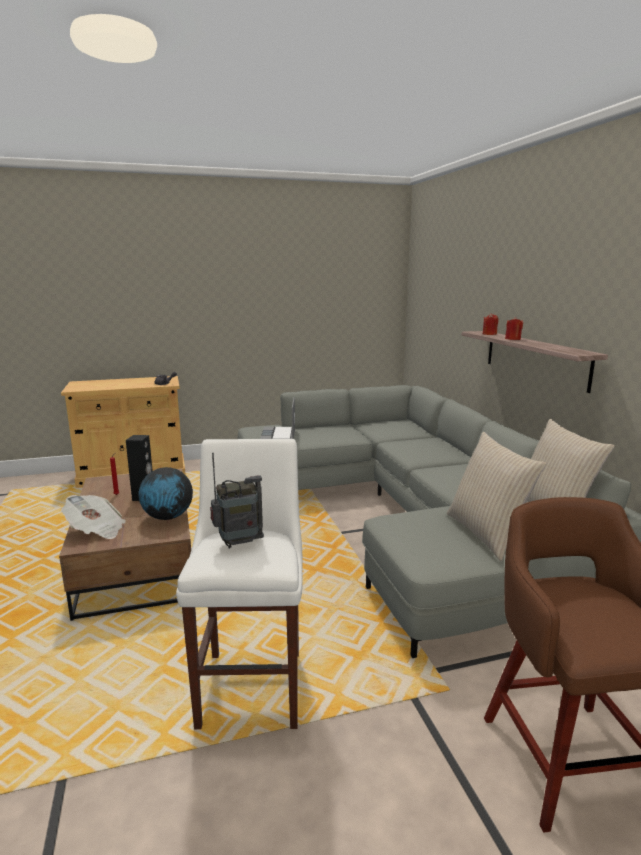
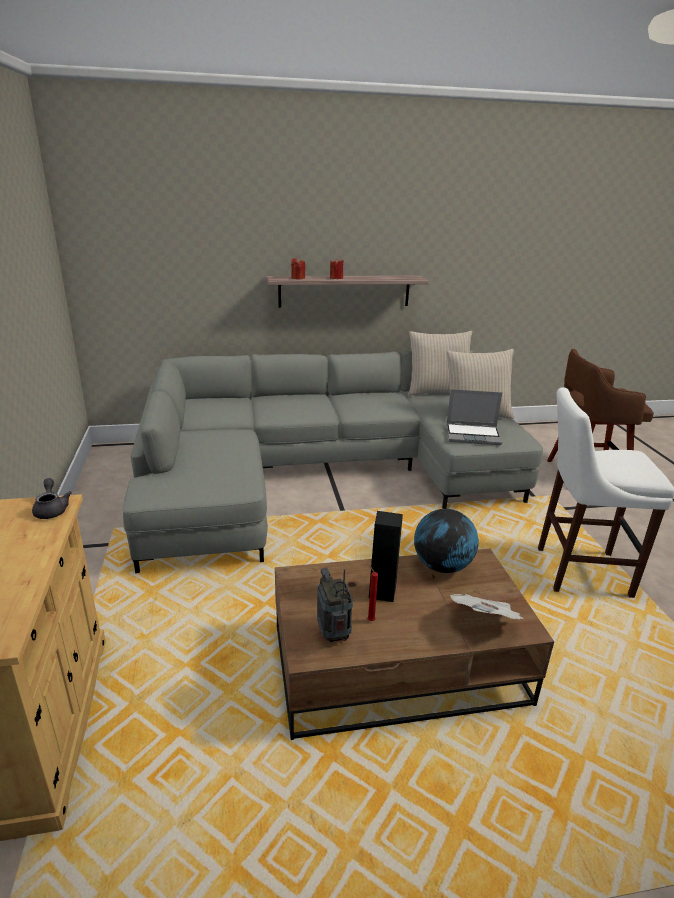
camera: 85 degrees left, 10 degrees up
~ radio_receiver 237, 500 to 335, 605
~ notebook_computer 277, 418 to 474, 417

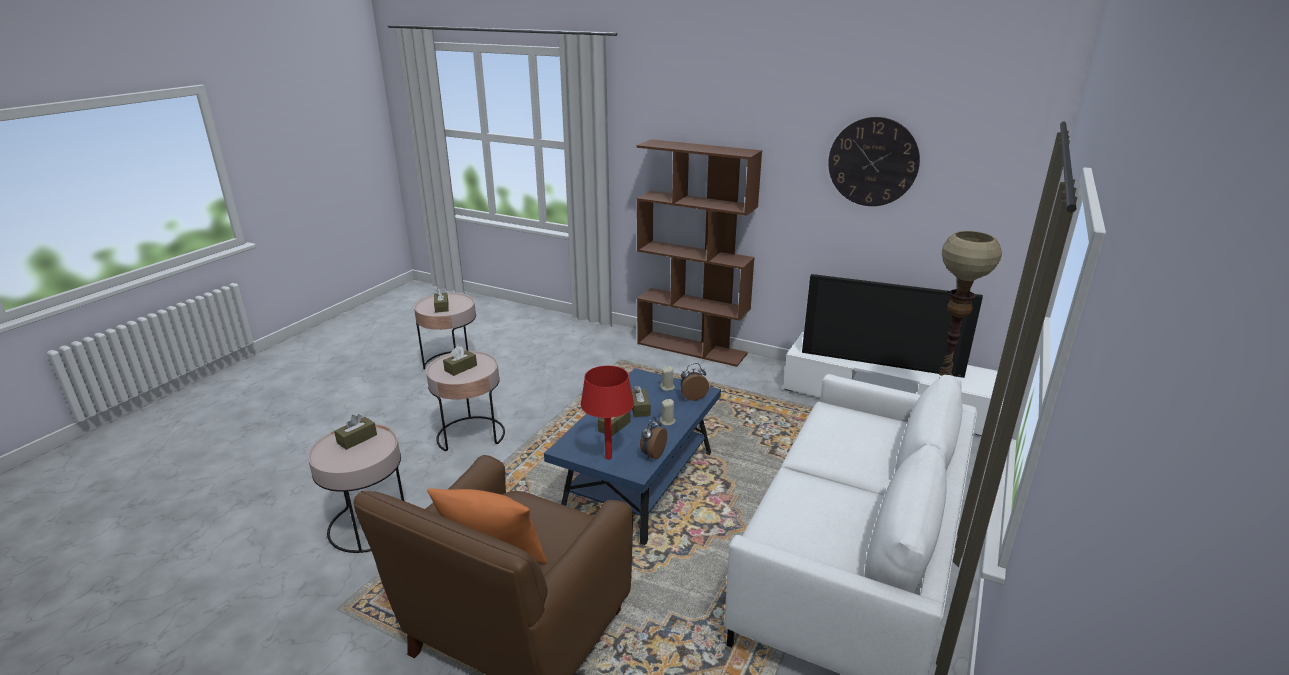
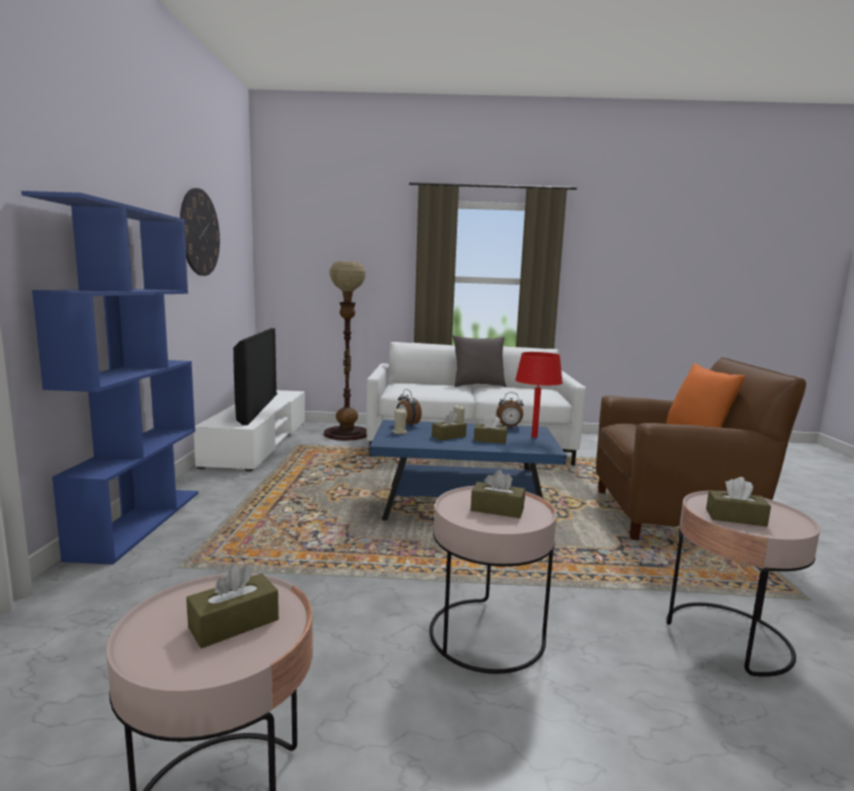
camera: 115 degrees left, 15 degrees down
~ brown-coloured_bookshelf 699, 253 to bluish_bookshelf 110, 378
+ greyish_cushion 480, 361

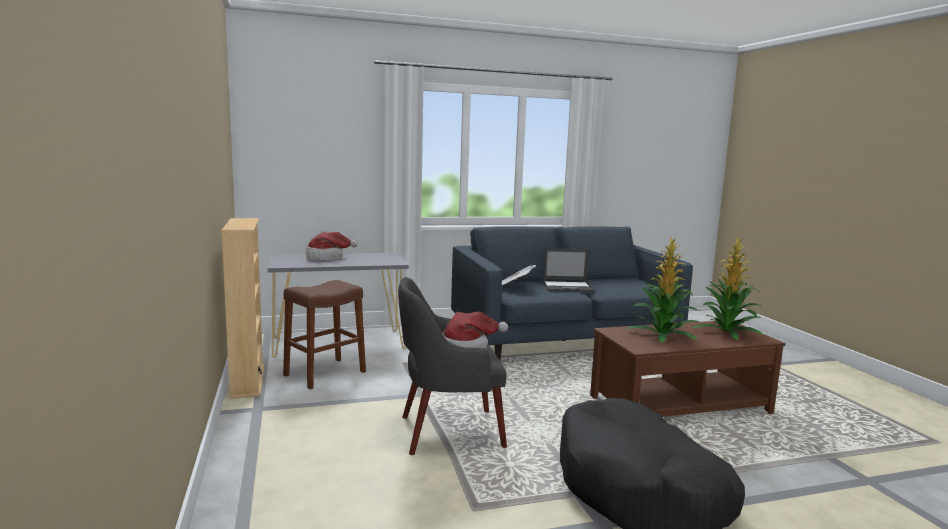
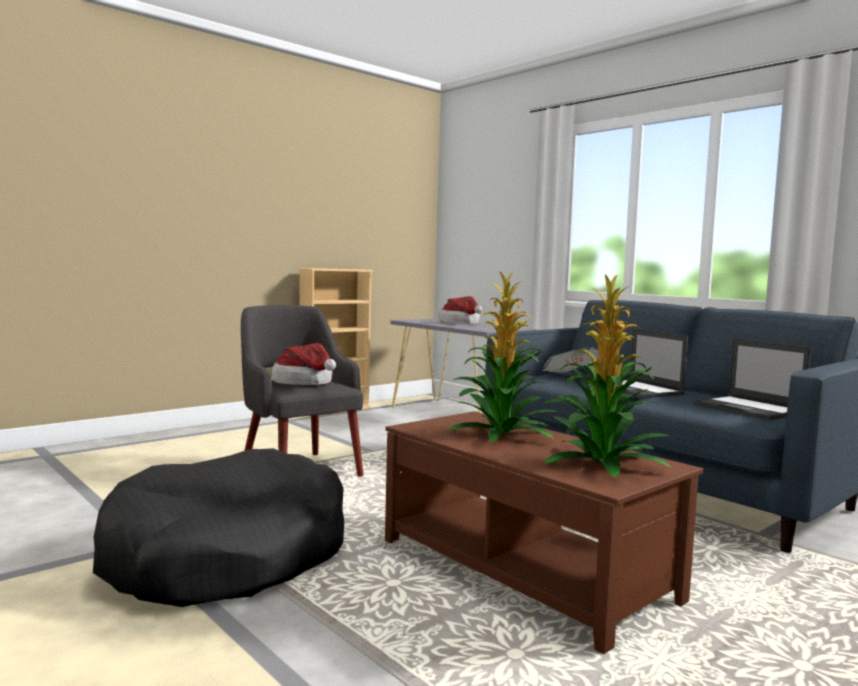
camera: 65 degrees right, 5 degrees down
+ notebook_computer 752, 379
- brown-coloured_stool 324, 334

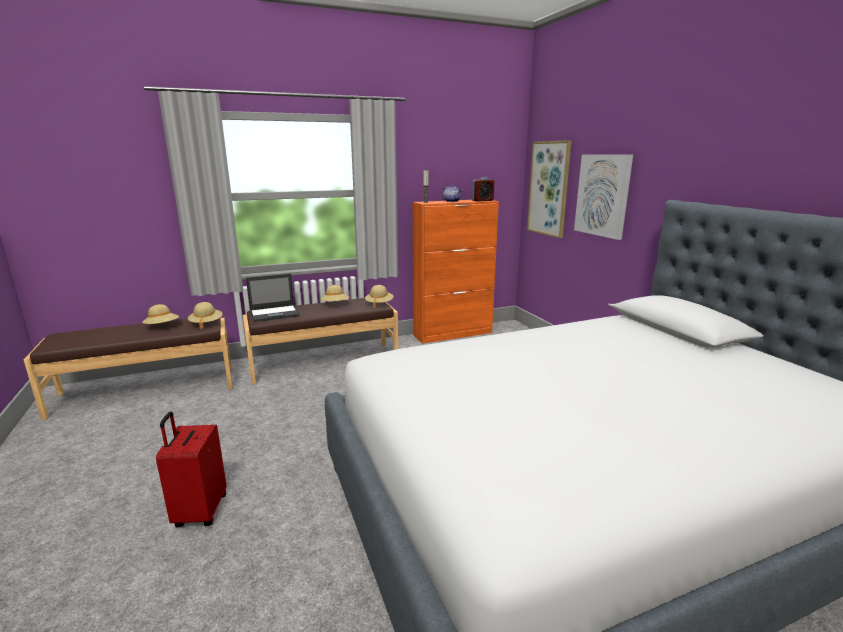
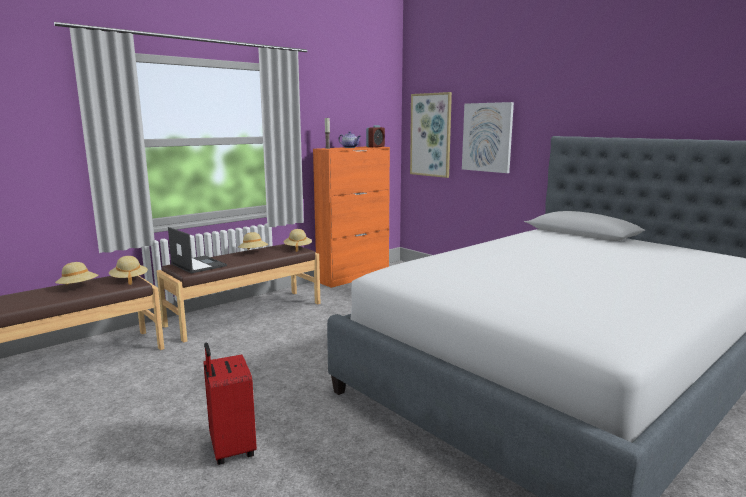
camera: 20 degrees left, 5 degrees down
~ notebook_computer 273, 298 = 197, 250 90 degrees counterclockwise

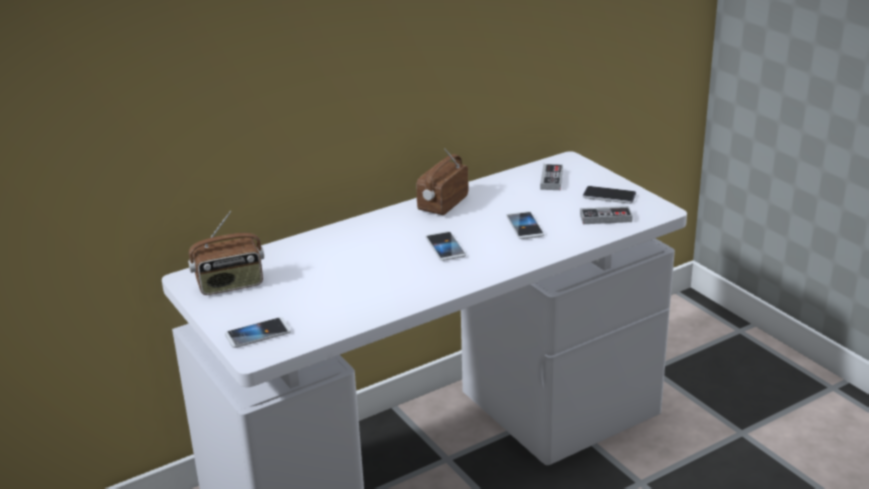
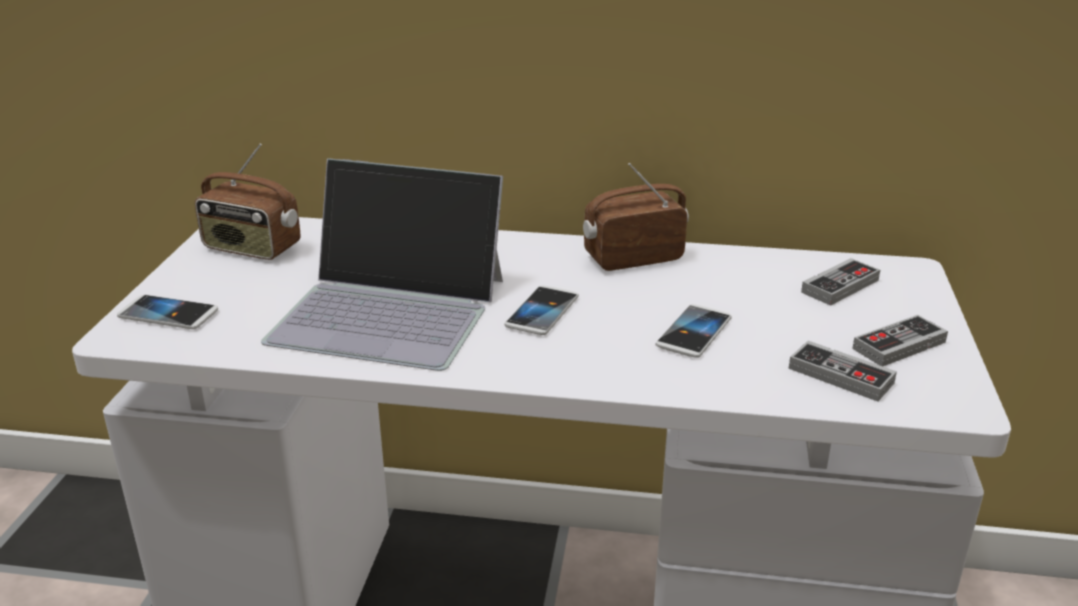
camera: 40 degrees right, 0 degrees up
+ notebook_computer 382, 264
~ phone 609, 195 to game_controller 900, 340

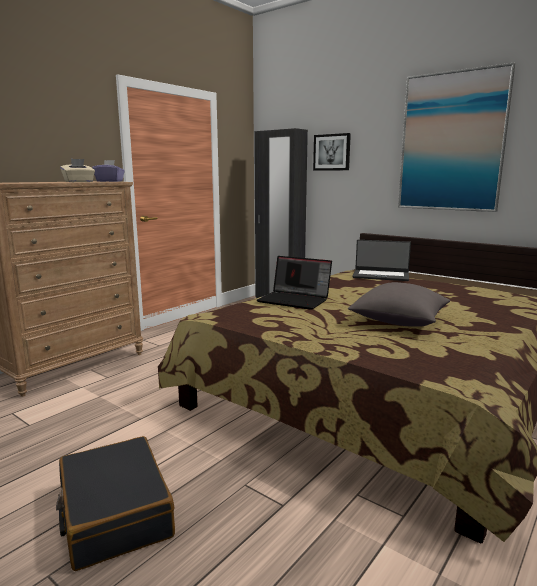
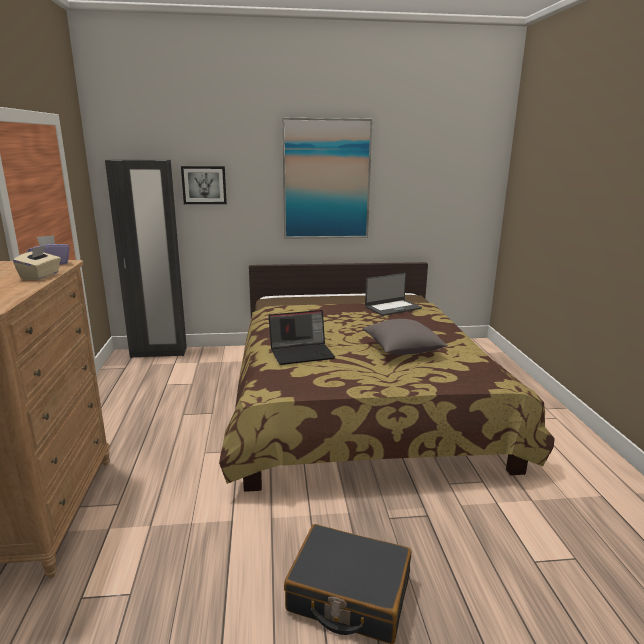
camera: 45 degrees left, 5 degrees up
~ notebook_computer 381, 260 to 393, 294

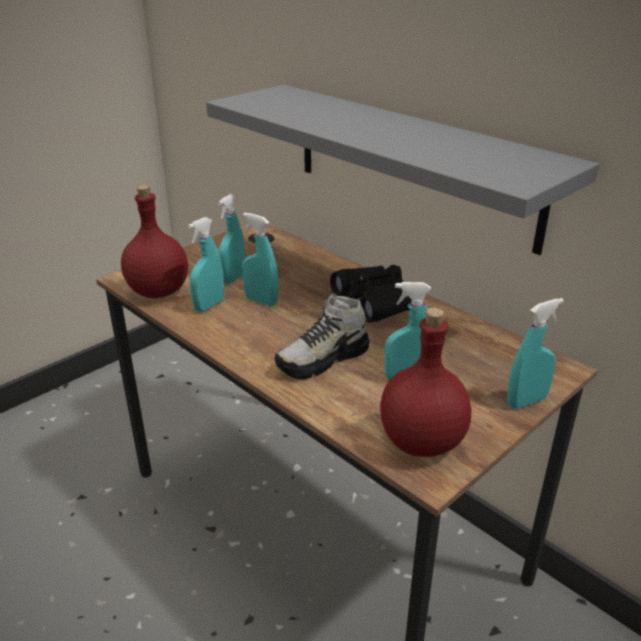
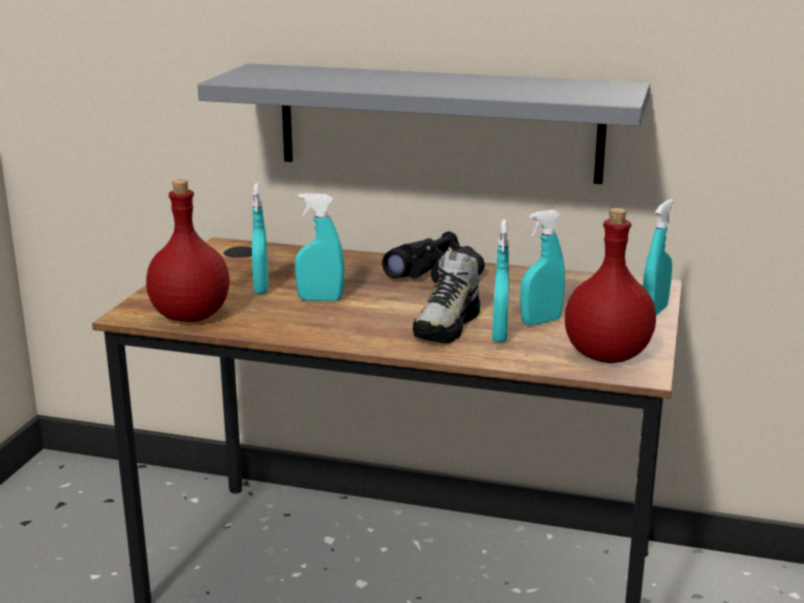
camera: 30 degrees left, 10 degrees down
~ turquoise-coloured_sprayer 206, 264 to 500, 281

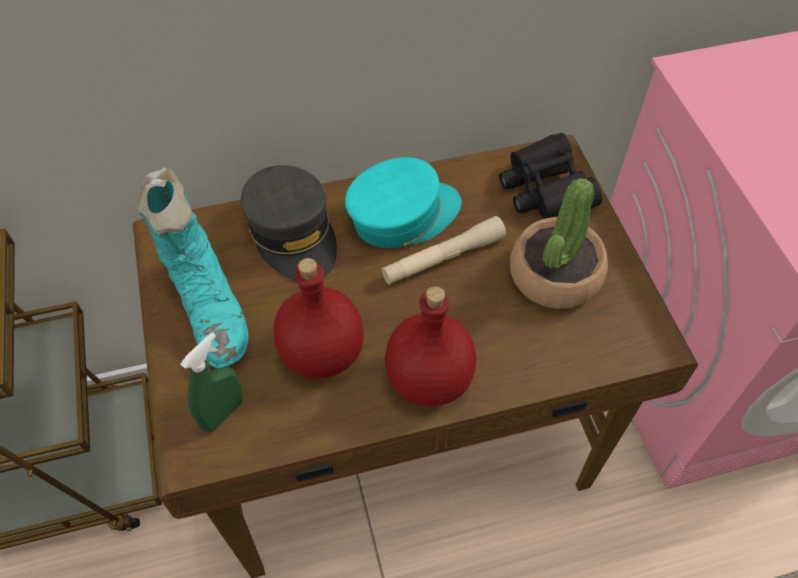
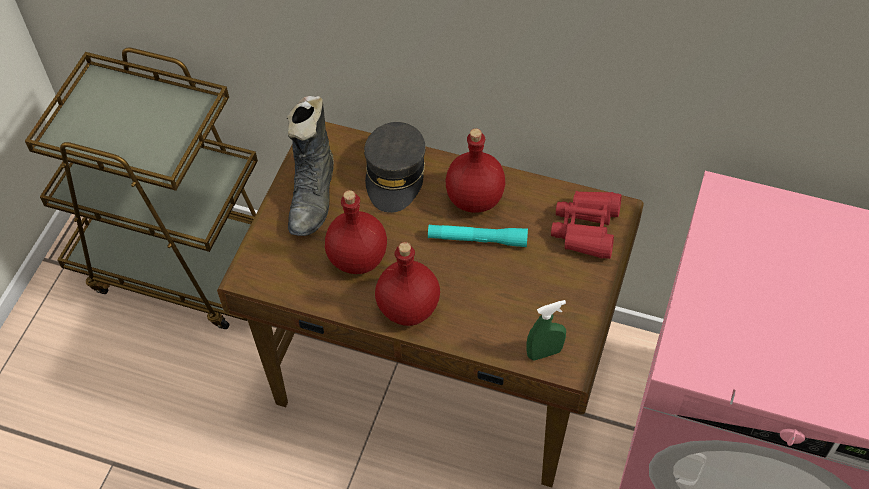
camera: 35 degrees right, 0 degrees up
~ turquoise-coloured_tall_boot 193, 268 to blackish_tall_boot 310, 166
~ sand-coloured_flashlight 444, 250 to turquoise-coloured_flashlight 478, 235
~ turquoise-coloured_baseball_cap 403, 202 to red_beverage_bottle 475, 171
~ green-coloured_sprayer 211, 381 to 546, 330
~ blackish_field_glasses 551, 176 to red_field_glasses 586, 225
- houseplant 559, 243

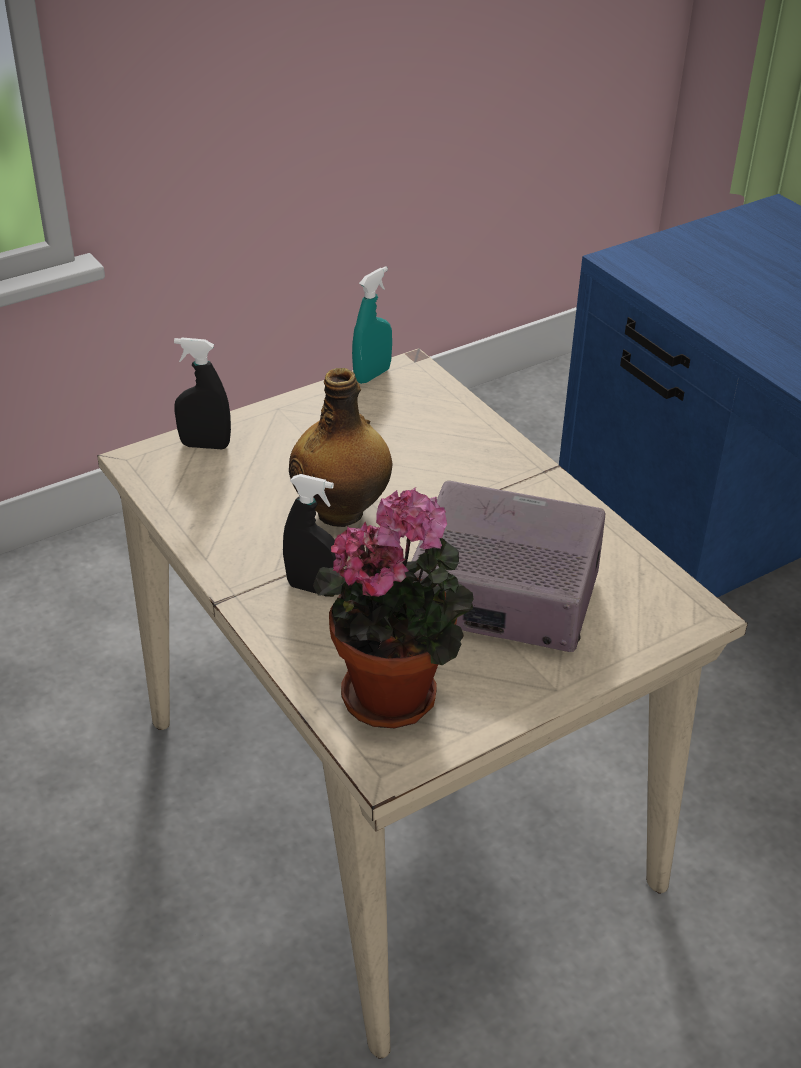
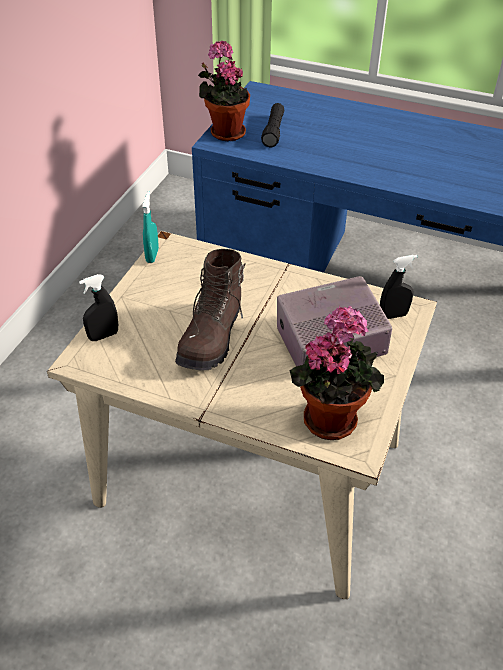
camera: 35 degrees left, 5 degrees up
~ beverage_bottle 341, 447 to brown-coloured_tall_boot 210, 310
+ houseplant 224, 91
+ blackish_flashlight 272, 125
~ blackish_sprayer 309, 535 to 399, 287

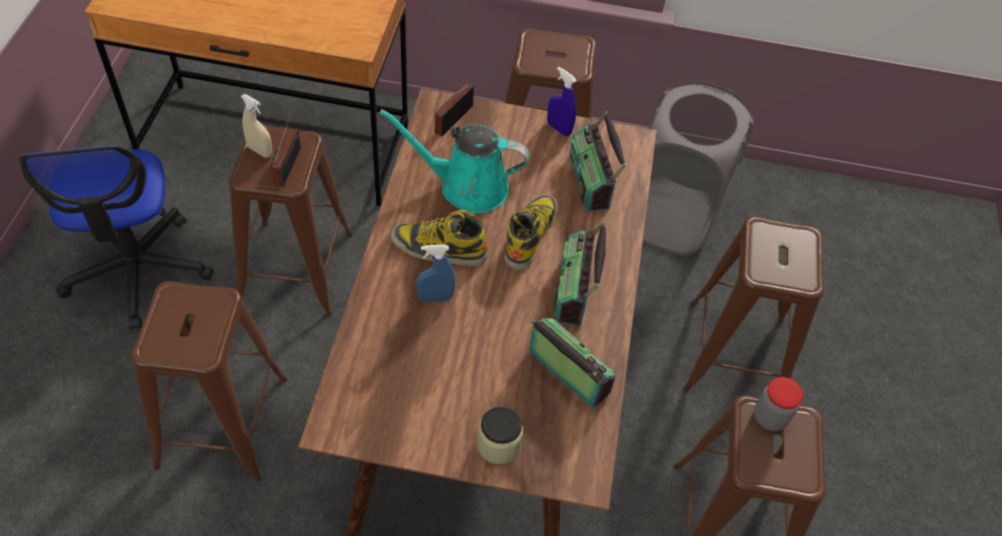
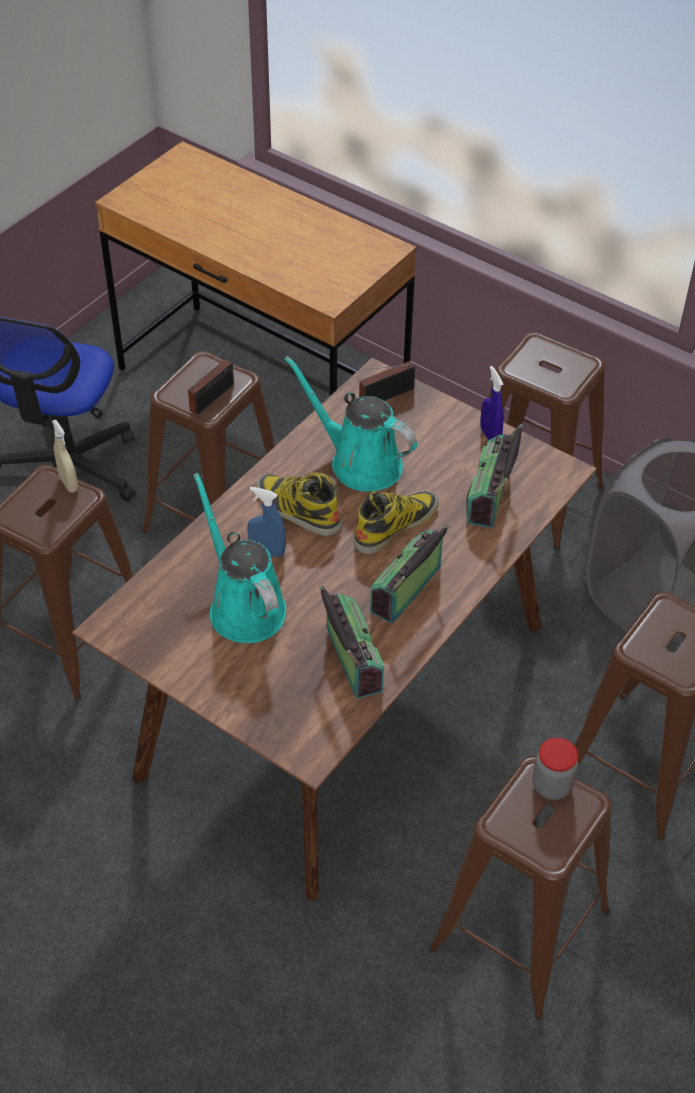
camera: 30 degrees right, 5 degrees down
~ sand-coloured_sprayer 256, 126 to 65, 456
+ turquoise-coloured_watering_pot 239, 558
- preserve_jar 500, 435

